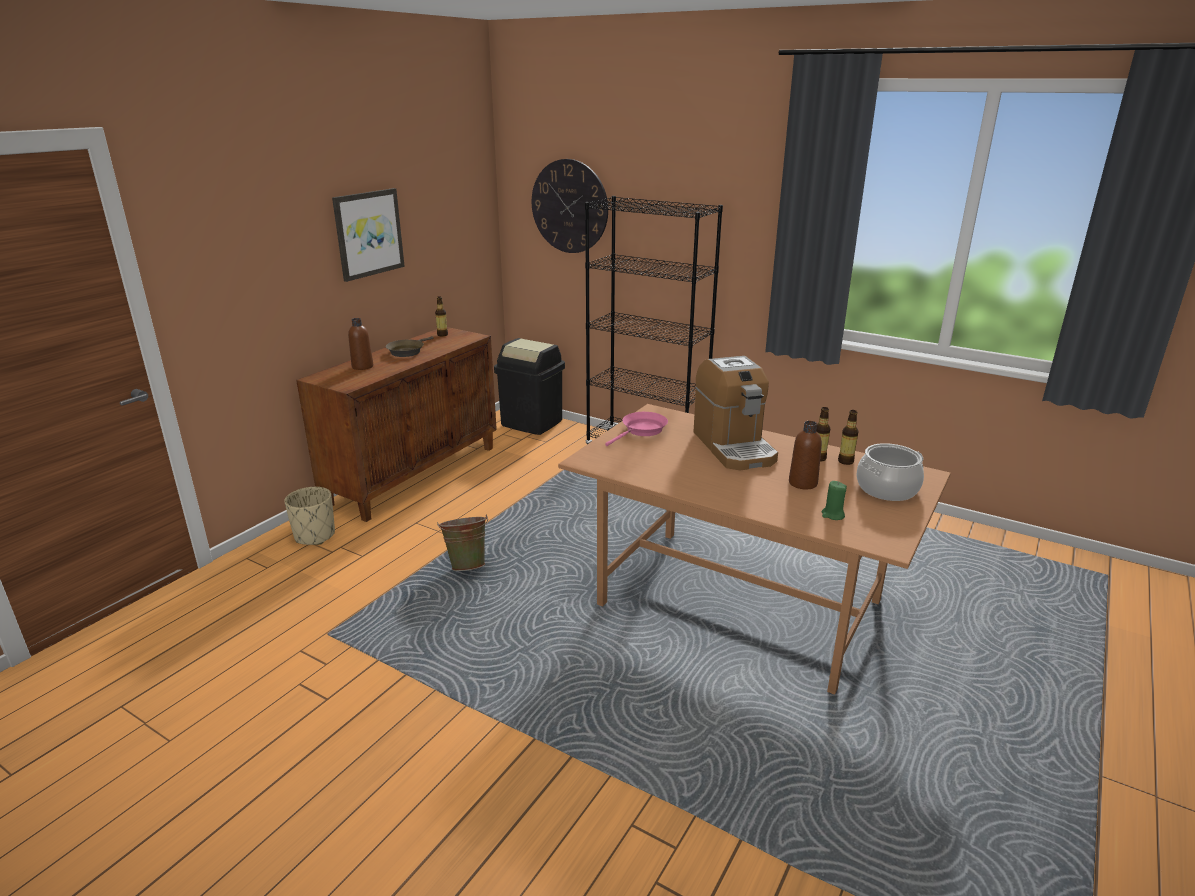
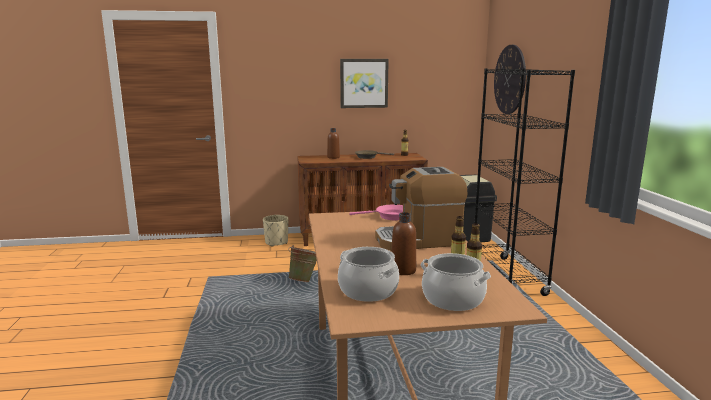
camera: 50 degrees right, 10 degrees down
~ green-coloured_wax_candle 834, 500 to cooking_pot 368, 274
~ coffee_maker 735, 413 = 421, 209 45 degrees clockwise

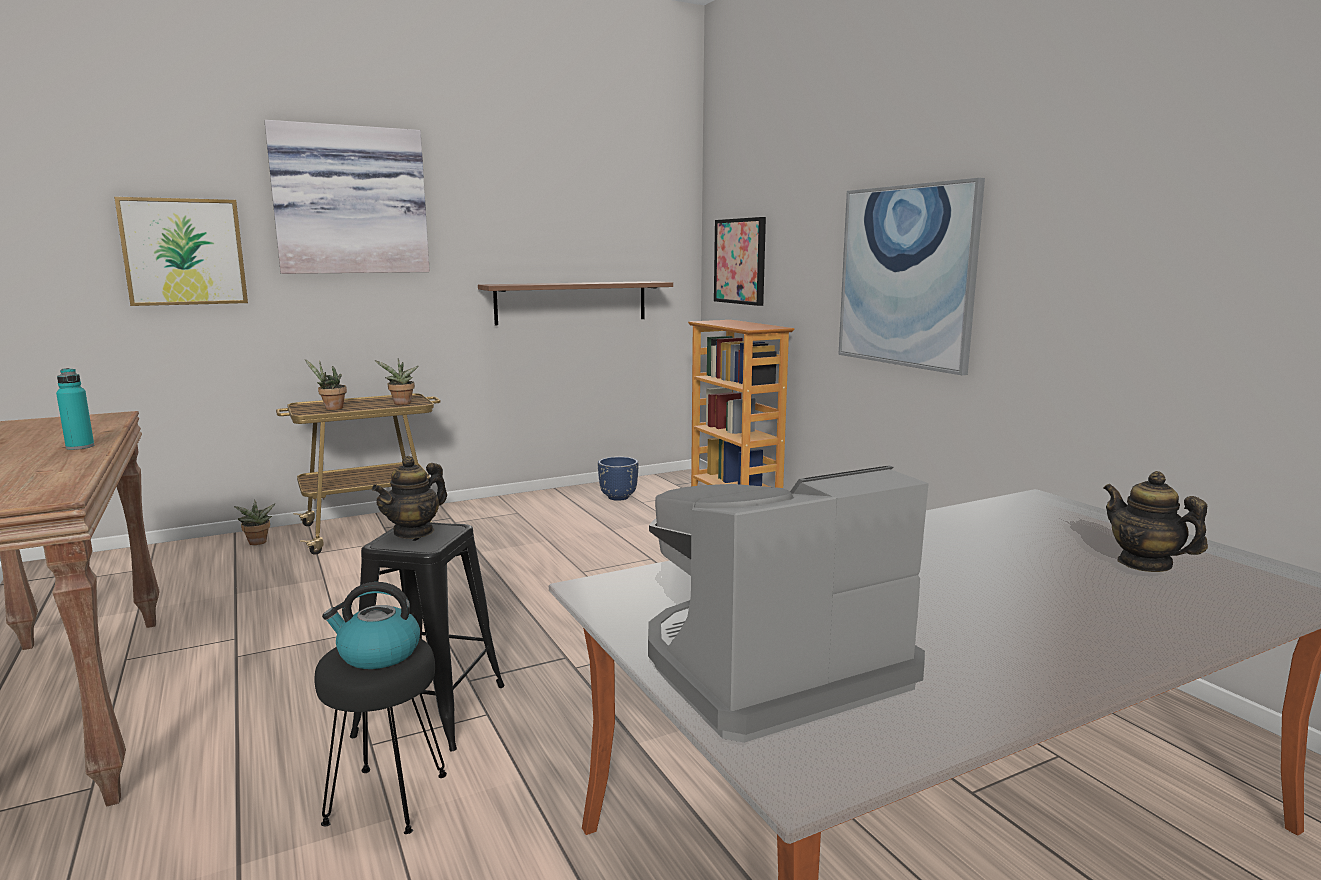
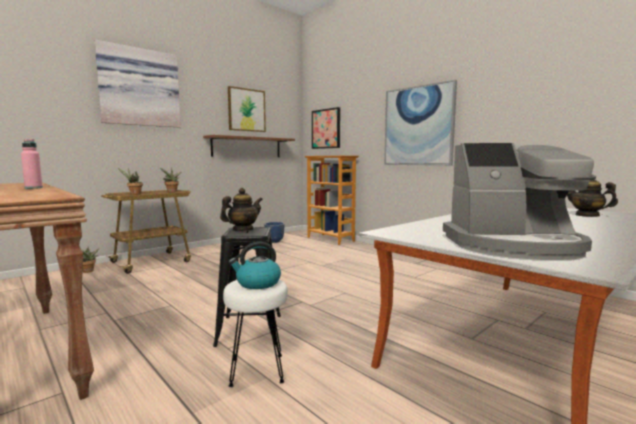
camera: 15 degrees left, 5 degrees down
~ turquoise-coloured_beverage_bottle 75, 409 to pinkish_beverage_bottle 32, 164
~ teapot 409, 497 = 241, 209 150 degrees counterclockwise
~ blackish_stool 380, 736 to whitish_stool 255, 333
~ picture 181, 251 to 247, 109
~ coffee_maker 788, 604 = 519, 201 135 degrees counterclockwise

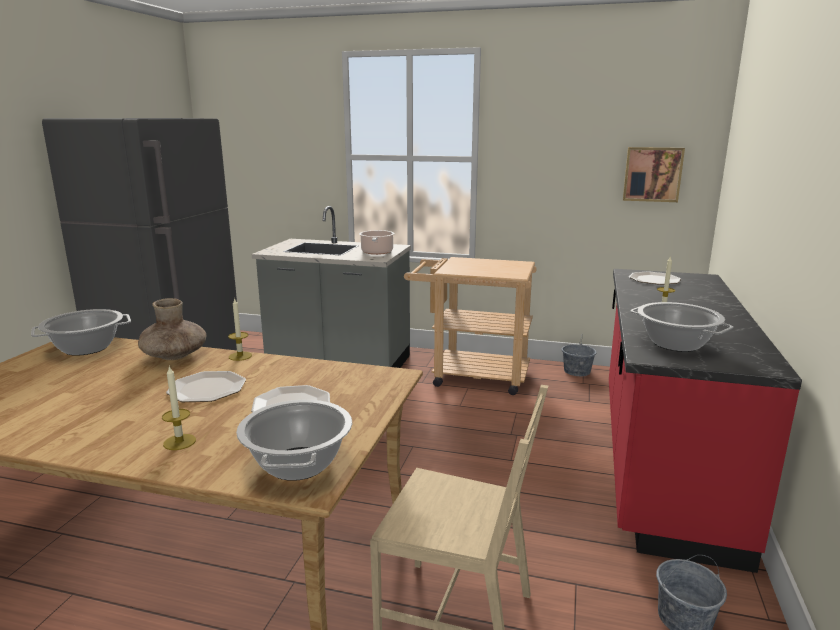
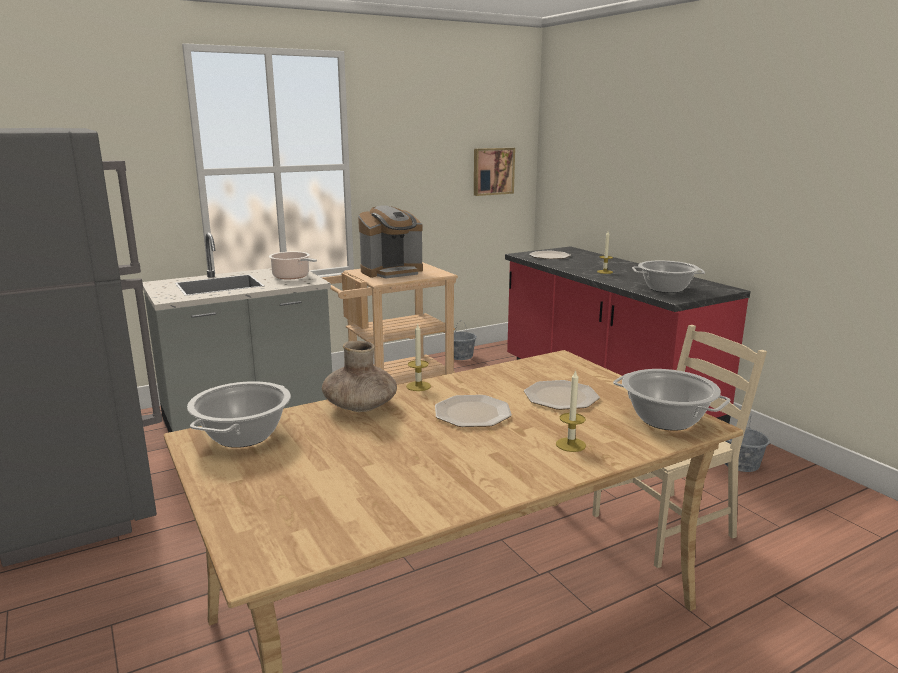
camera: 45 degrees left, 0 degrees up
+ coffee_maker 390, 241

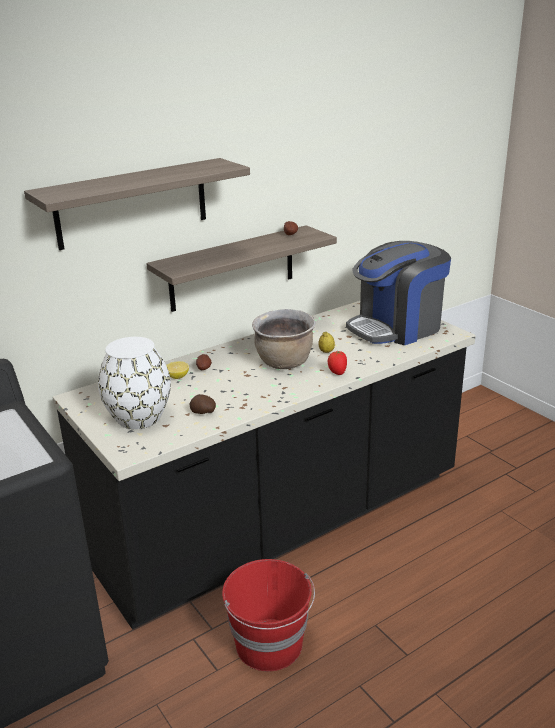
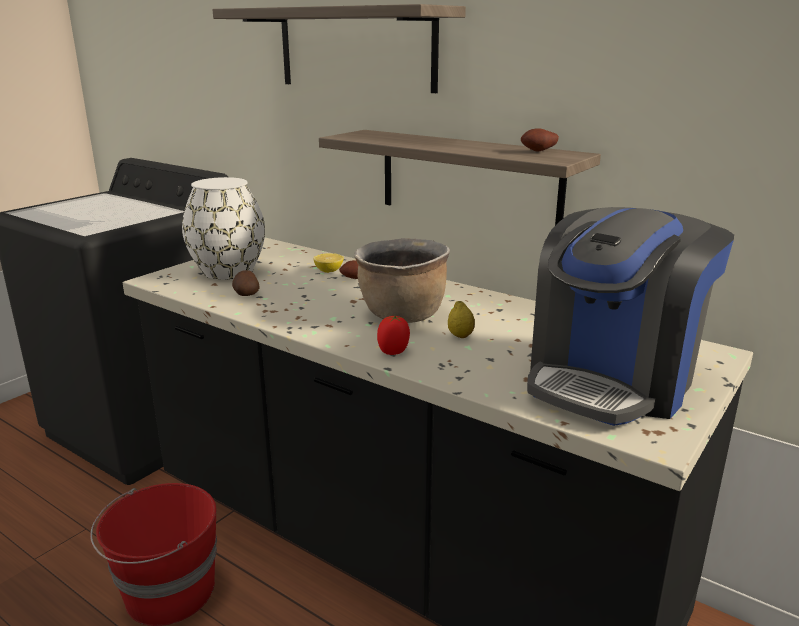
camera: 70 degrees right, 5 degrees down
~ coffee_maker 398, 293 = 630, 316 90 degrees counterclockwise

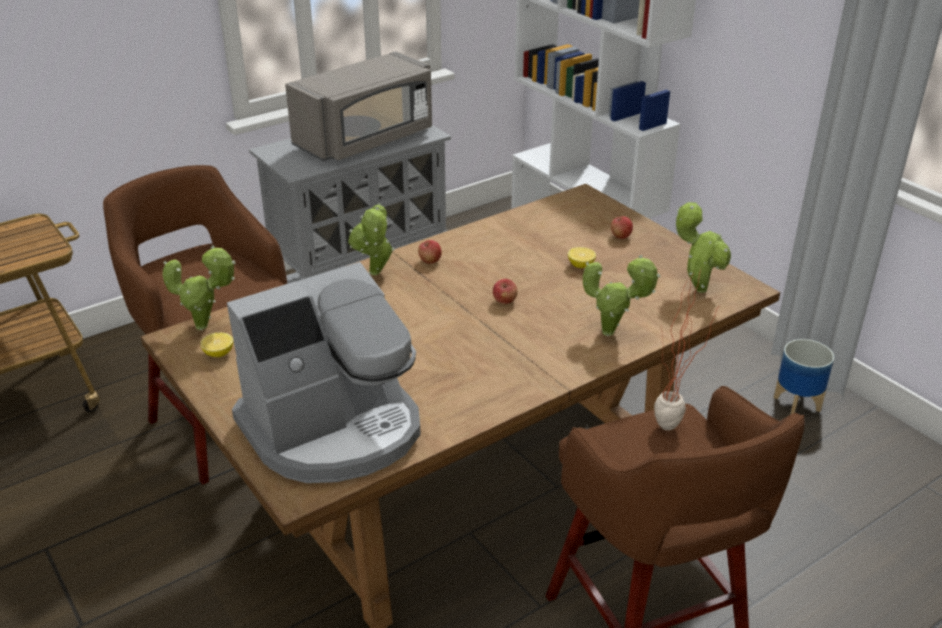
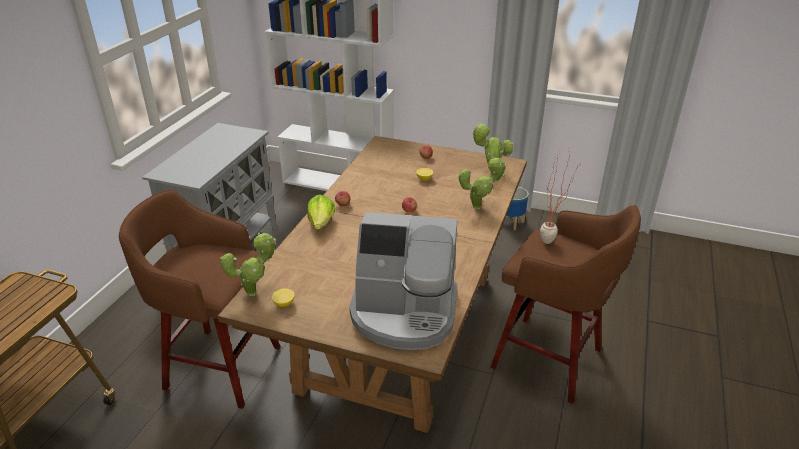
camera: 35 degrees left, 0 degrees up
~ houseplant 371, 239 to head_of_lettuce 321, 211
~ coffee_maker 324, 372 = 403, 281 75 degrees clockwise
- greyish_microwave 358, 106

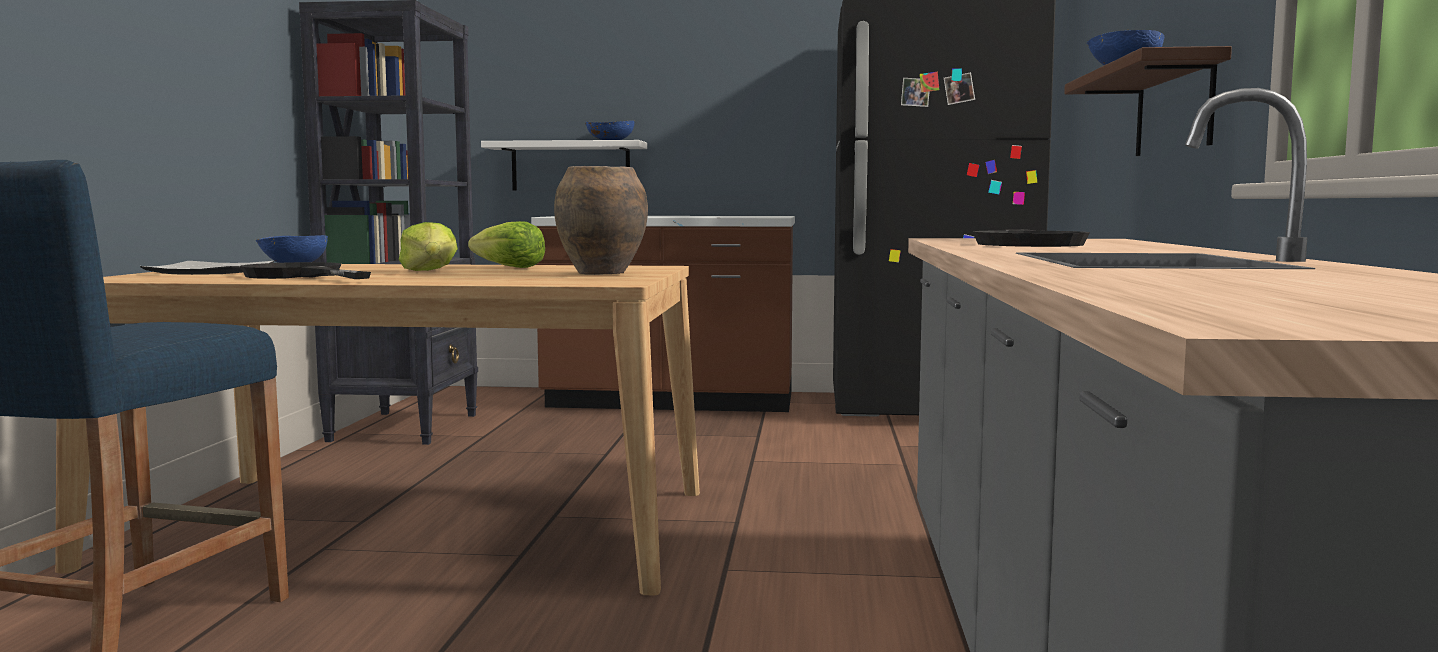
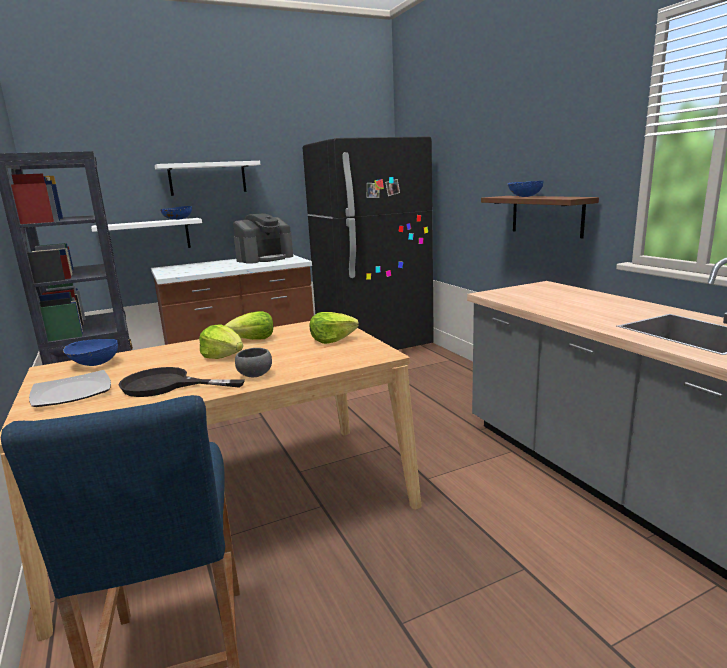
camera: 30 degrees left, 10 degrees up
+ whitish_wall_shelf 207, 178
+ coffee_maker 263, 238
+ greyish_deep_dish 253, 362
~ brown-coloured_flower_vase 601, 220 to head_of_lettuce 334, 328
- blackish_pan 1031, 238

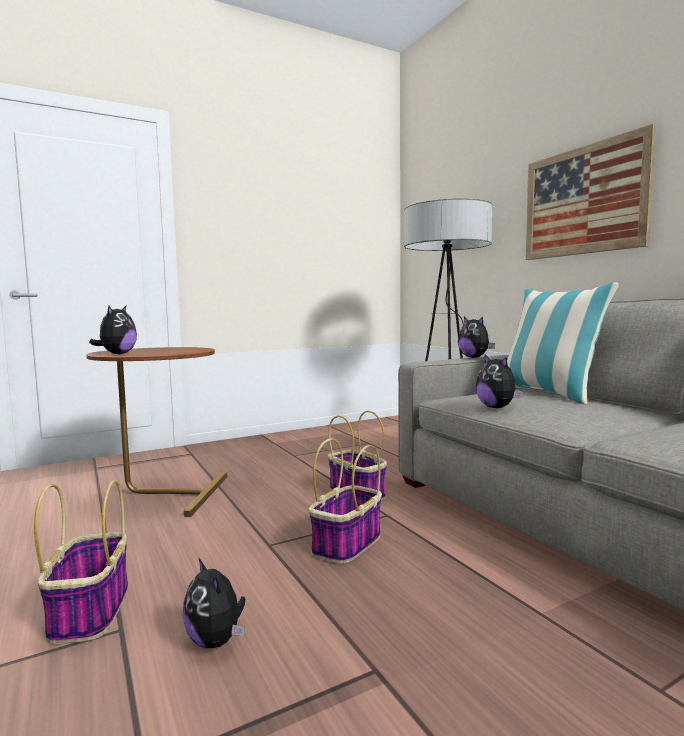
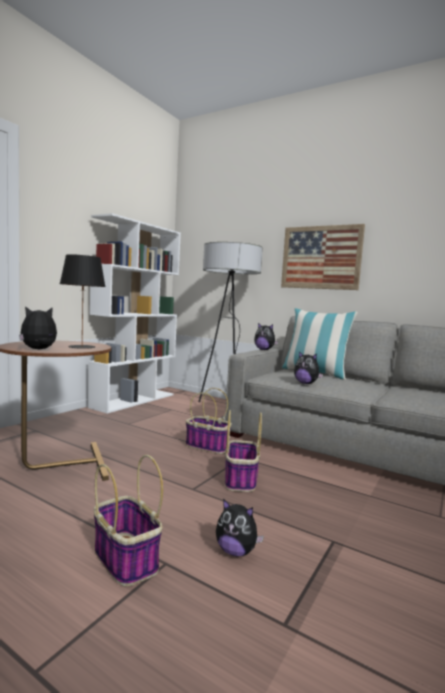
camera: 30 degrees left, 0 degrees up
~ plush_toy 113, 330 = 38, 327 105 degrees counterclockwise
+ blackish_table_lamp 83, 301
+ whitish_bookshelf 134, 313

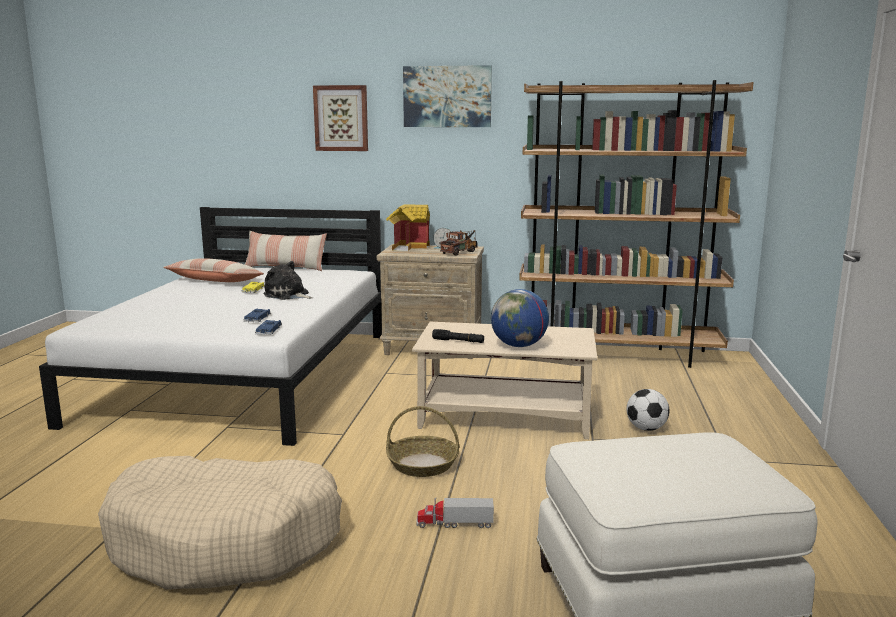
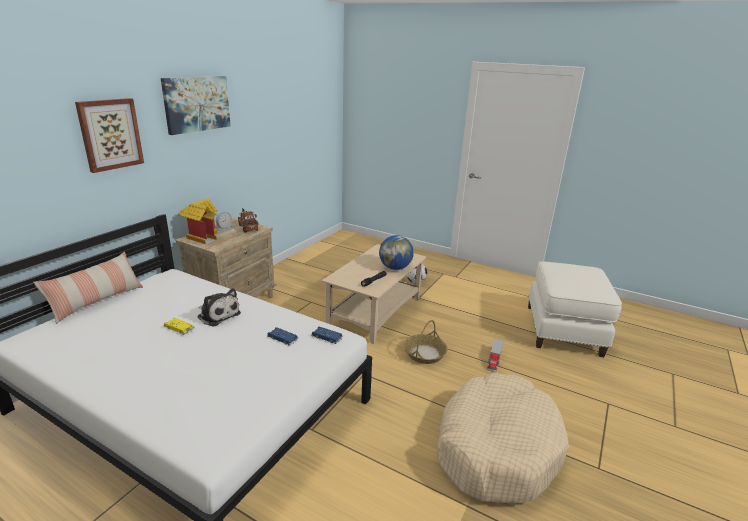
camera: 70 degrees left, 10 degrees up
~ plush_toy 288, 280 = 219, 307 105 degrees counterclockwise
- cushion 213, 270
- brown-coloured_bookshelf 636, 224

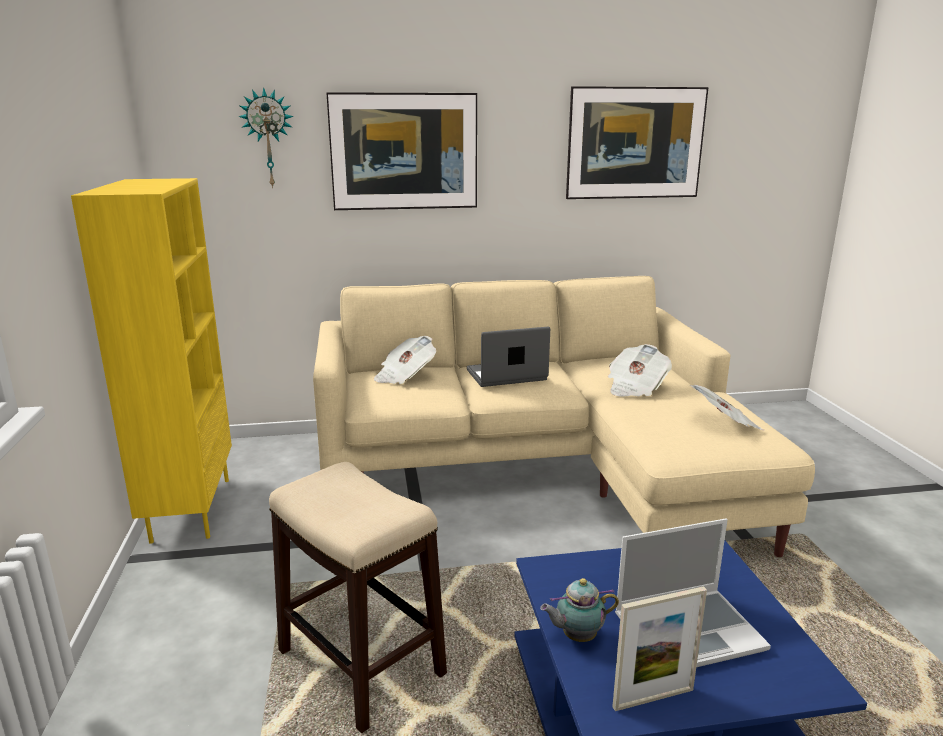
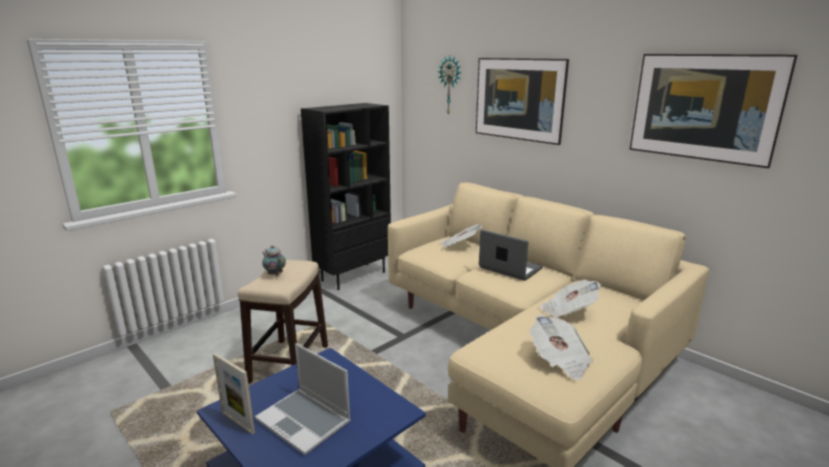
camera: 55 degrees right, 0 degrees up
~ teapot 579, 610 to 274, 260
~ yellow-coloured_bookshelf 151, 361 to blackish_bookshelf 346, 196

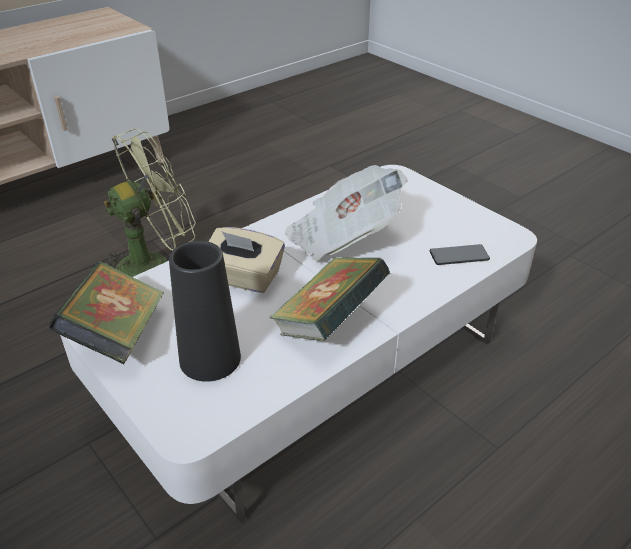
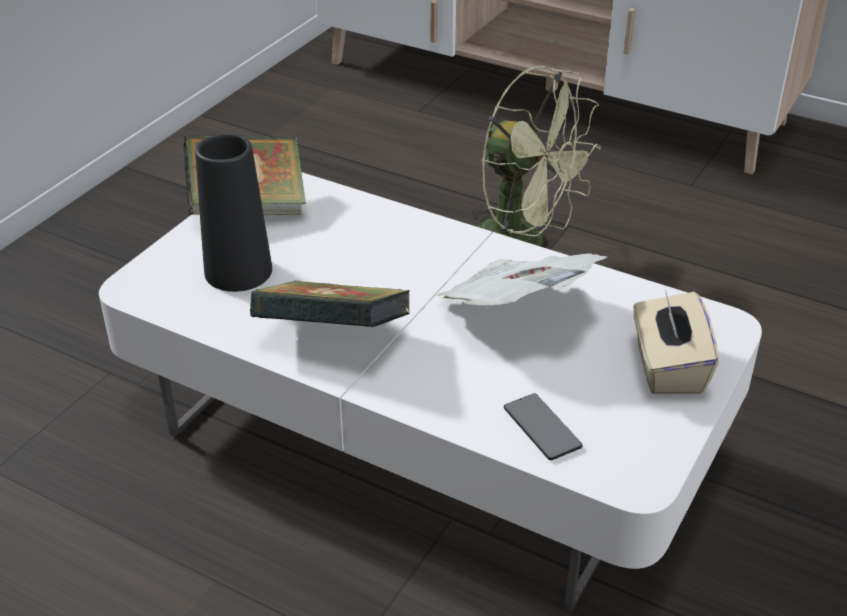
camera: 70 degrees right, 0 degrees up
~ sand-coloured_box_of_tissues 247, 260 to 676, 341

